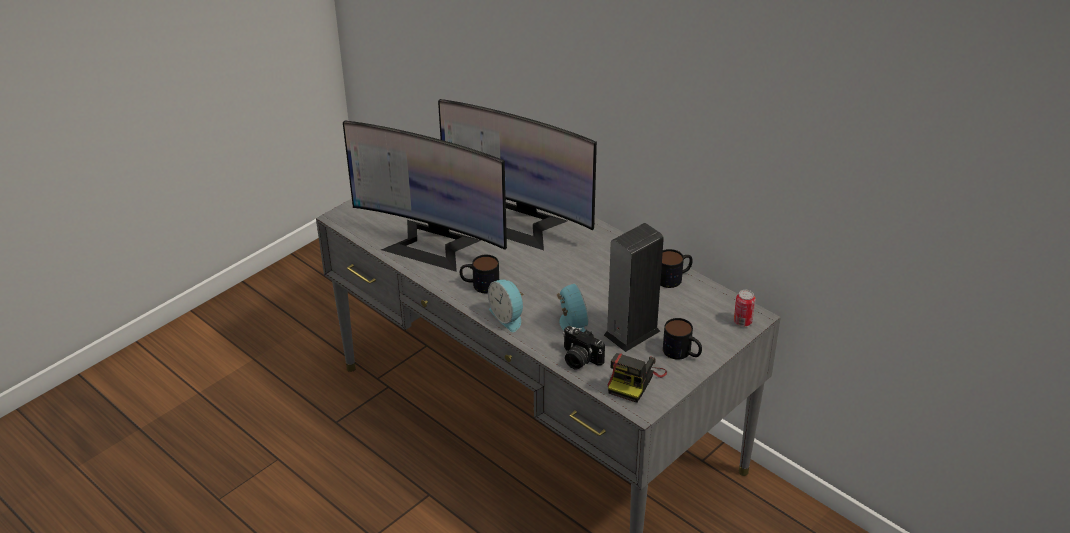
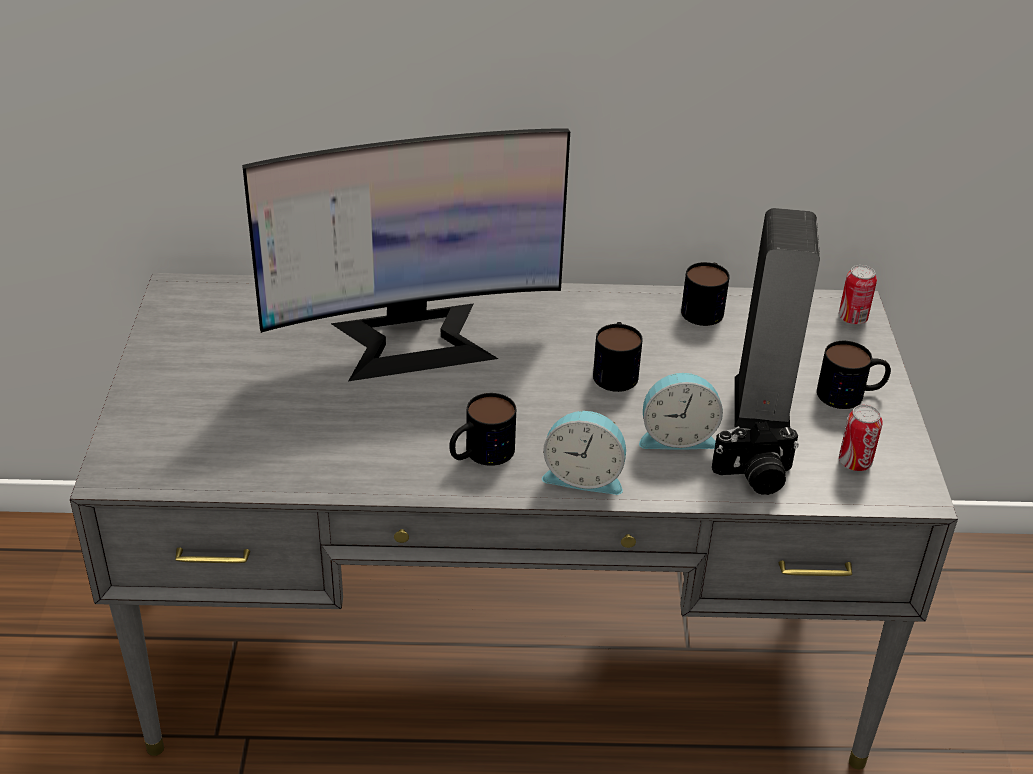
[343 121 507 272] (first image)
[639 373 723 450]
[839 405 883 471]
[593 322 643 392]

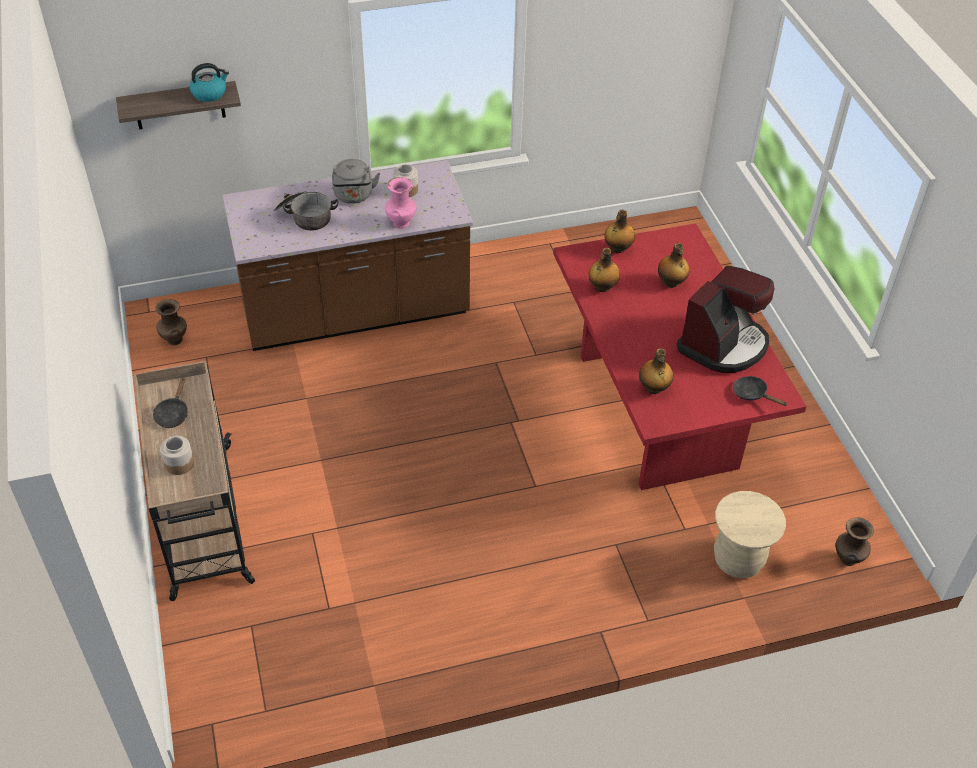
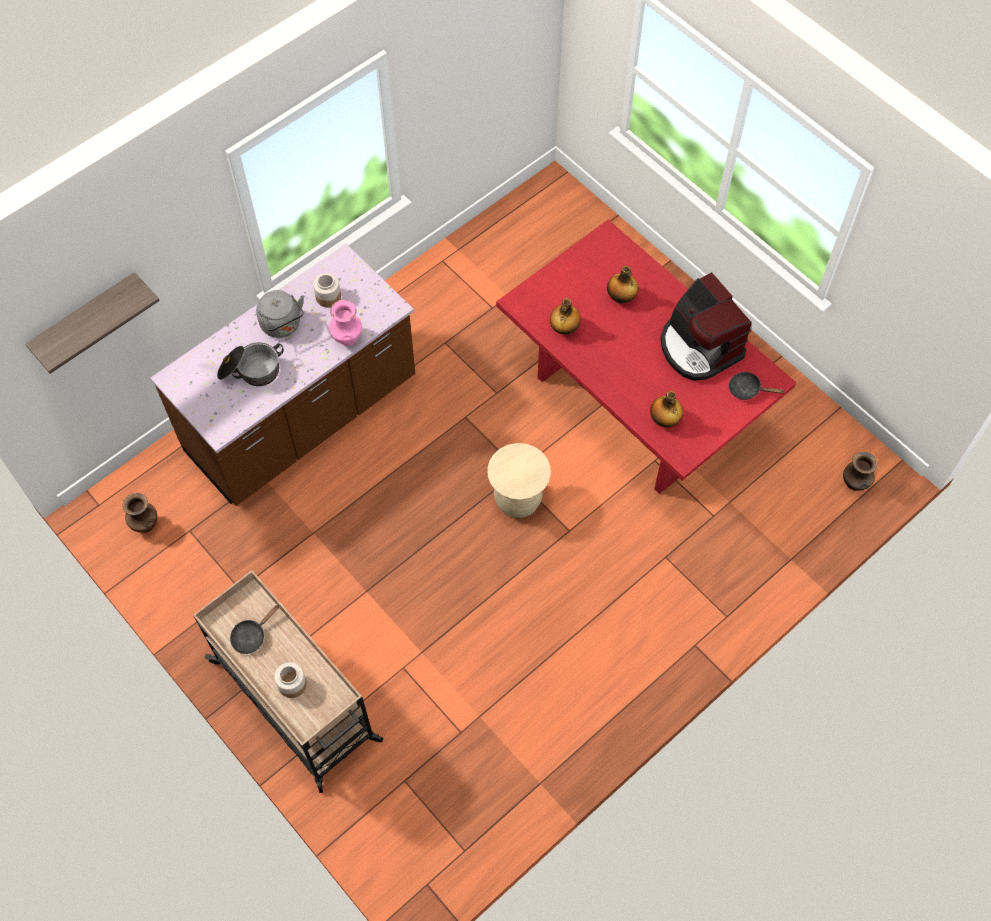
[190 63 229 102] (first image)
[604 209 635 253] (first image)
[660 272 752 381]
[230 605 279 654]
[487 443 551 518]

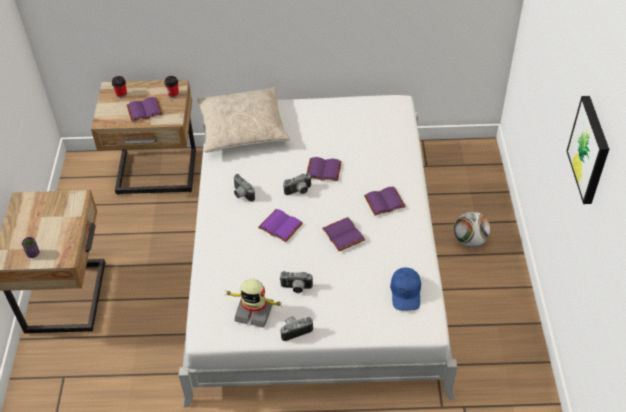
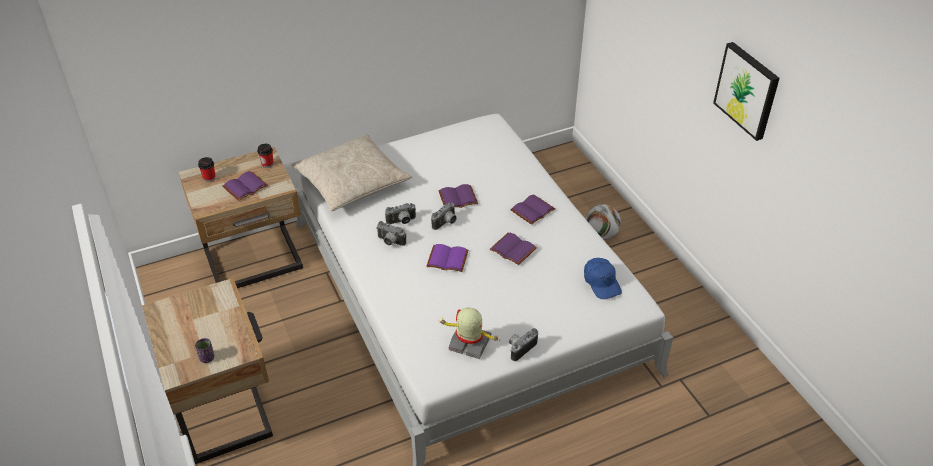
[385 203 416 224]
[438 308 501 359]

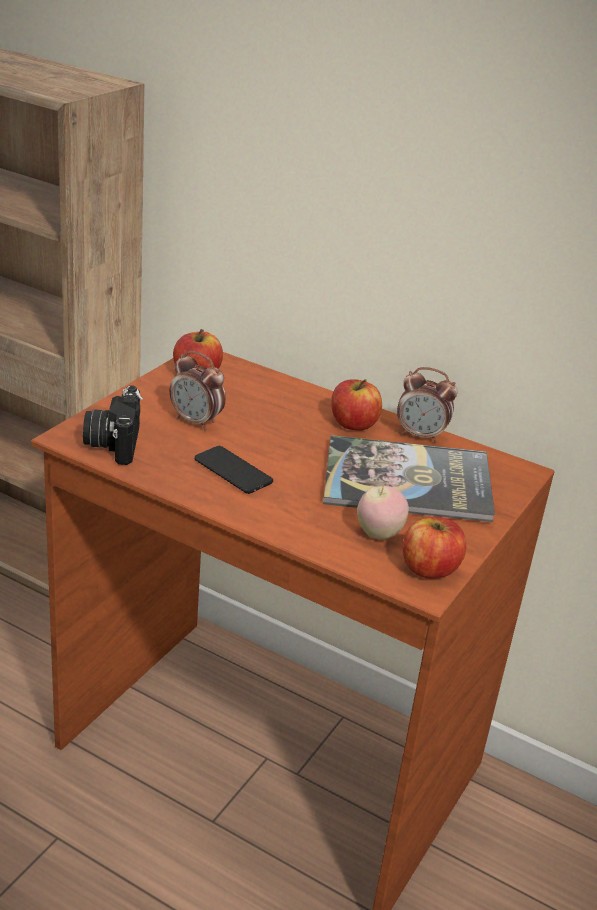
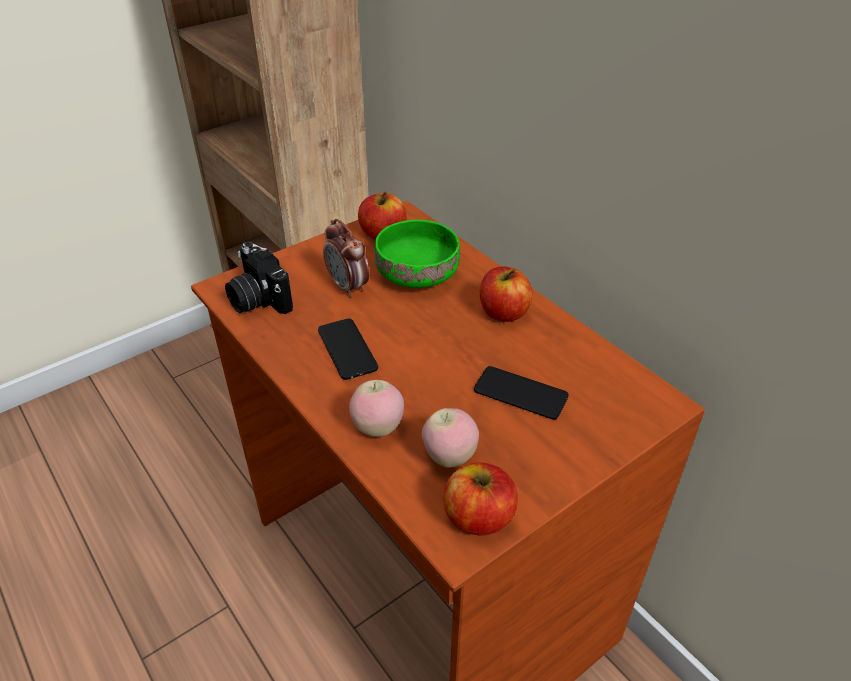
[397 367 458 443] (first image)
[225 241 293 314]
[474 366 569 420]
[374 219 460 288]
[349 380 404 437]

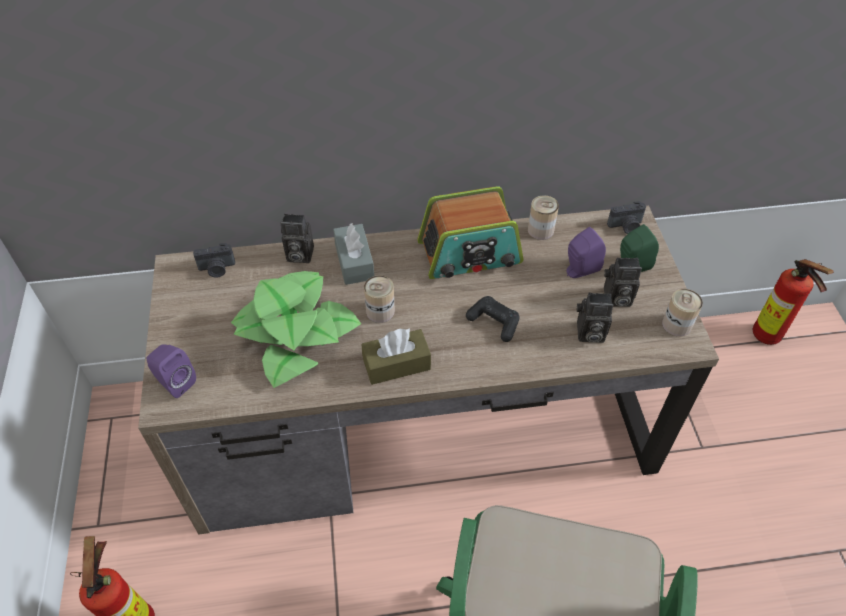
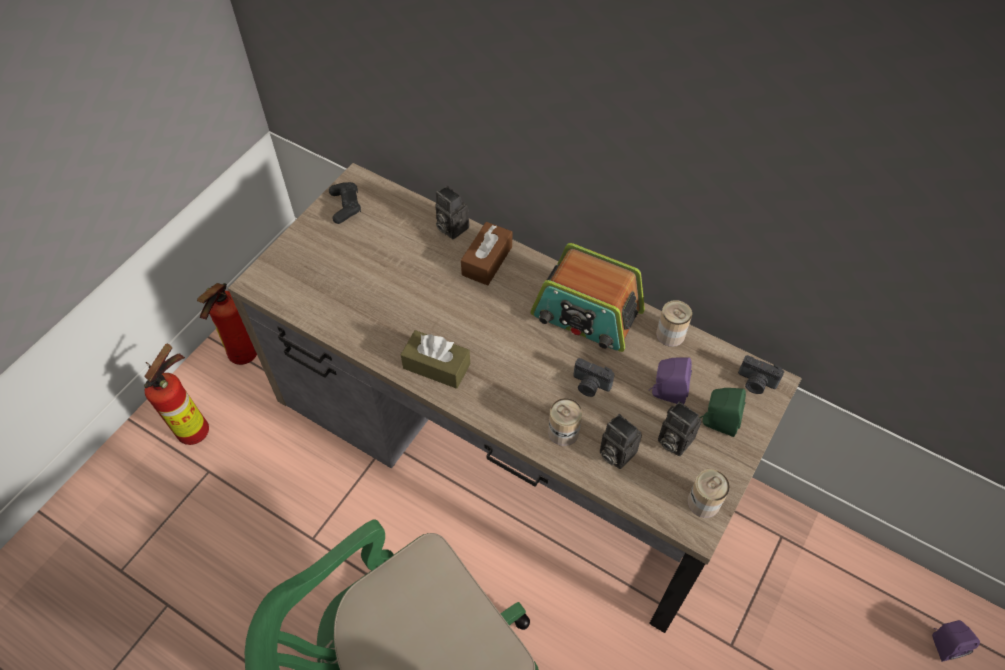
[461 222 512 286]
[573 358 615 397]
[197 283 257 365]
[231 271 361 388] (first image)
[548 398 582 446]
[329 182 361 224]
[932 620 980 662]

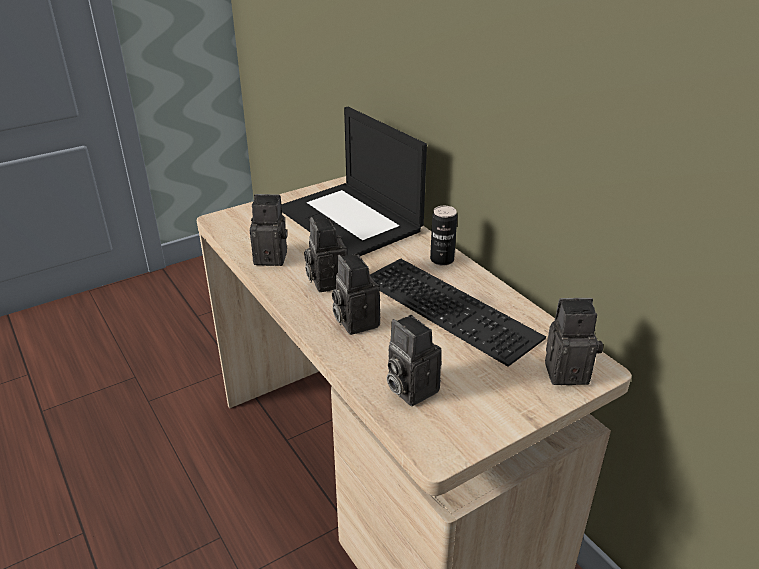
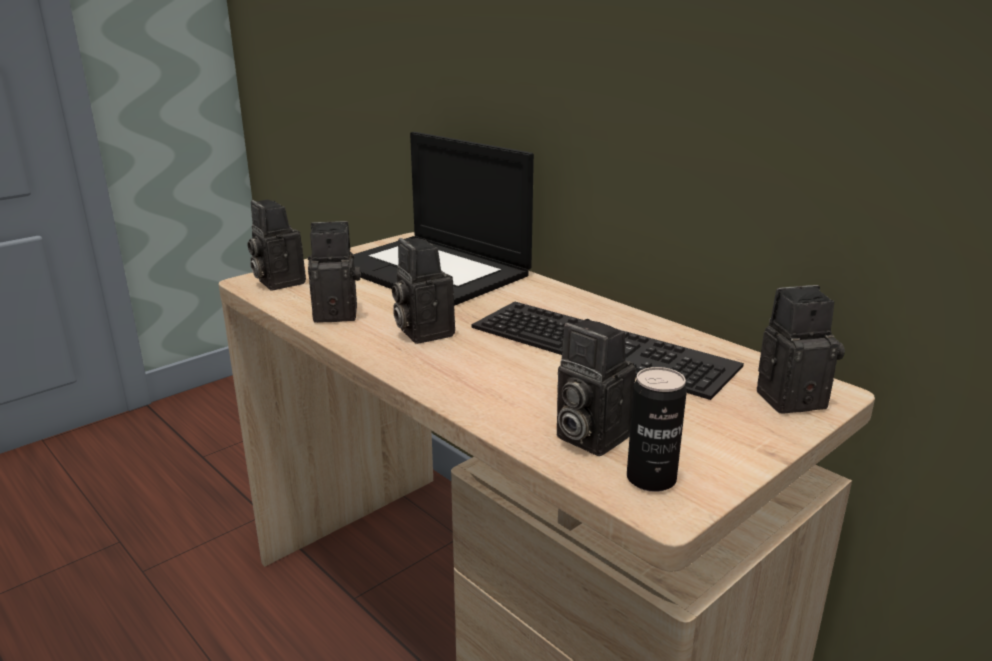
[627 367 687 492]
[248 200 306 290]

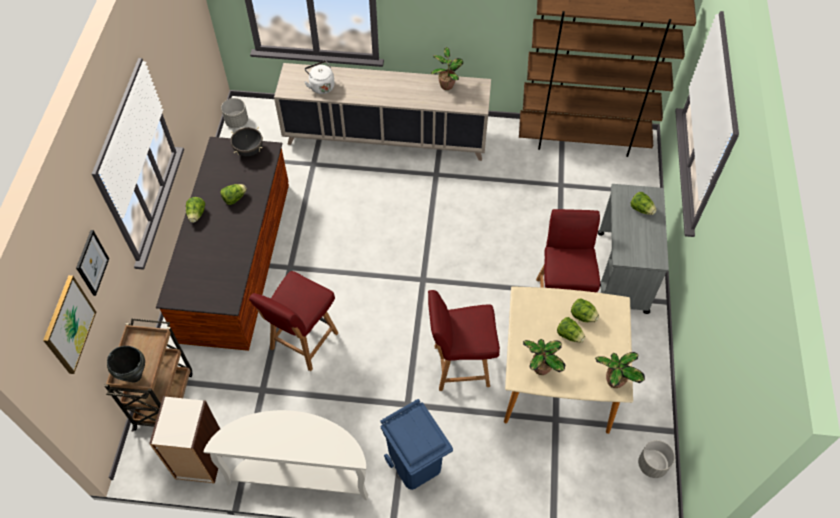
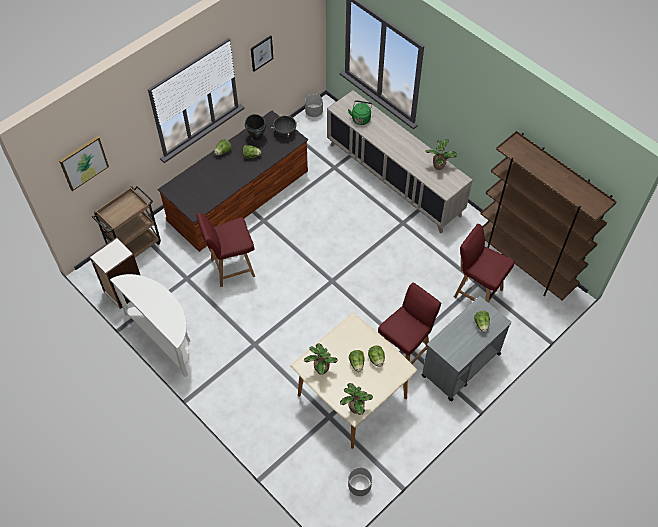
[348 100 372 125]
[251 35 273 72]
[454 224 515 303]
[245 114 266 140]
[380 399 453 490] (first image)

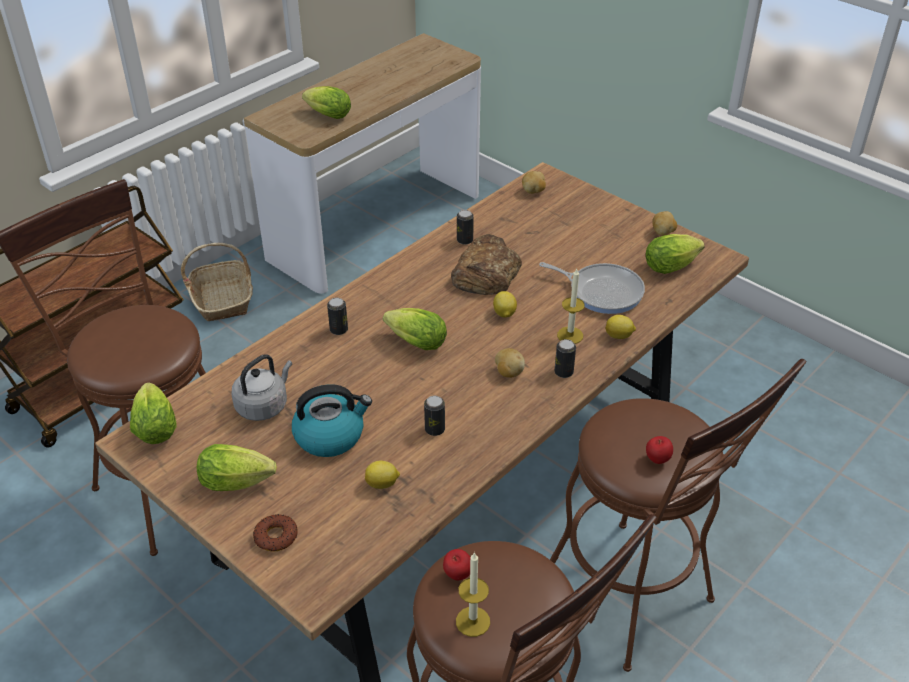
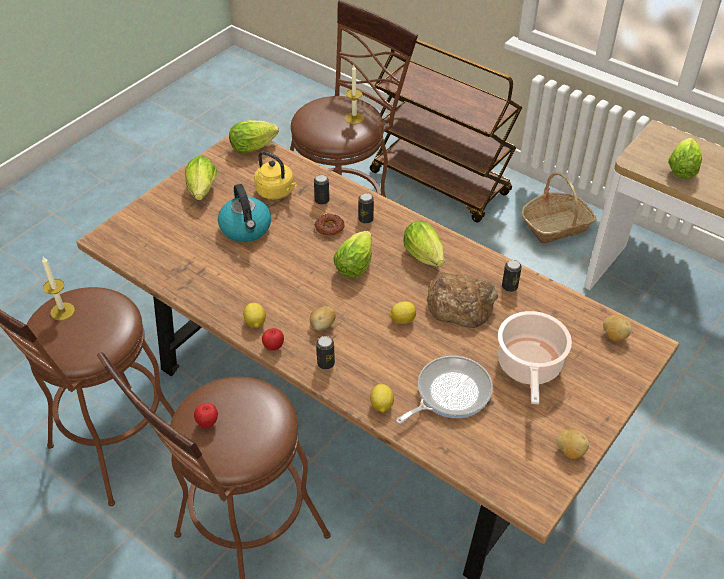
[403 221 444 267]
[396 356 493 424]
[345 66 364 124]
[254 151 297 199]
[314 174 329 205]
[243 303 266 328]
[315 214 345 236]
[262 328 284 351]
[498 311 572 404]

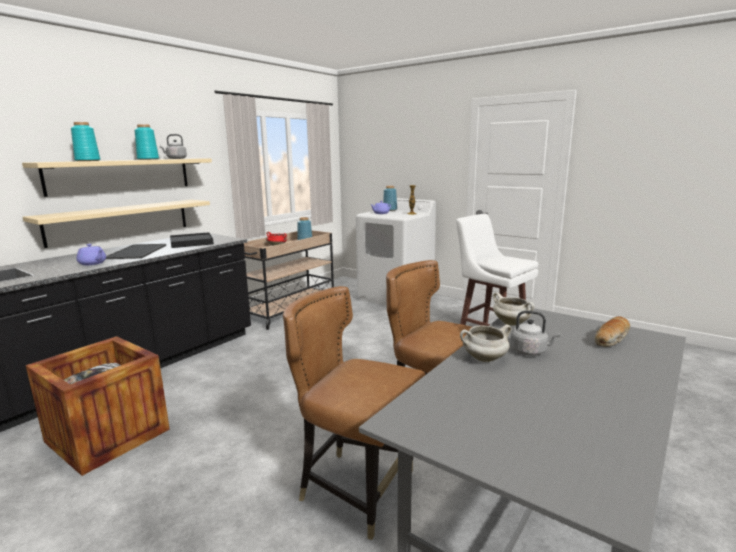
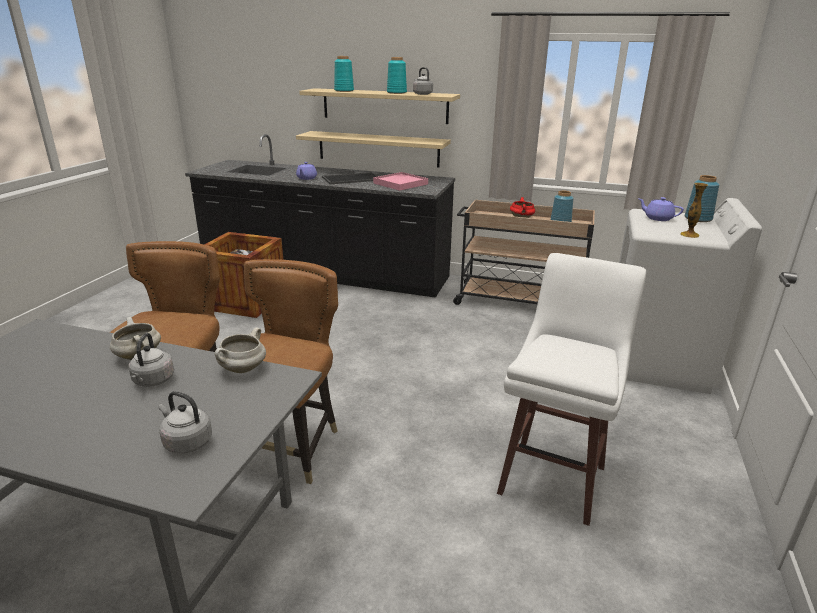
[373 172 428 191]
[158 391 212 454]

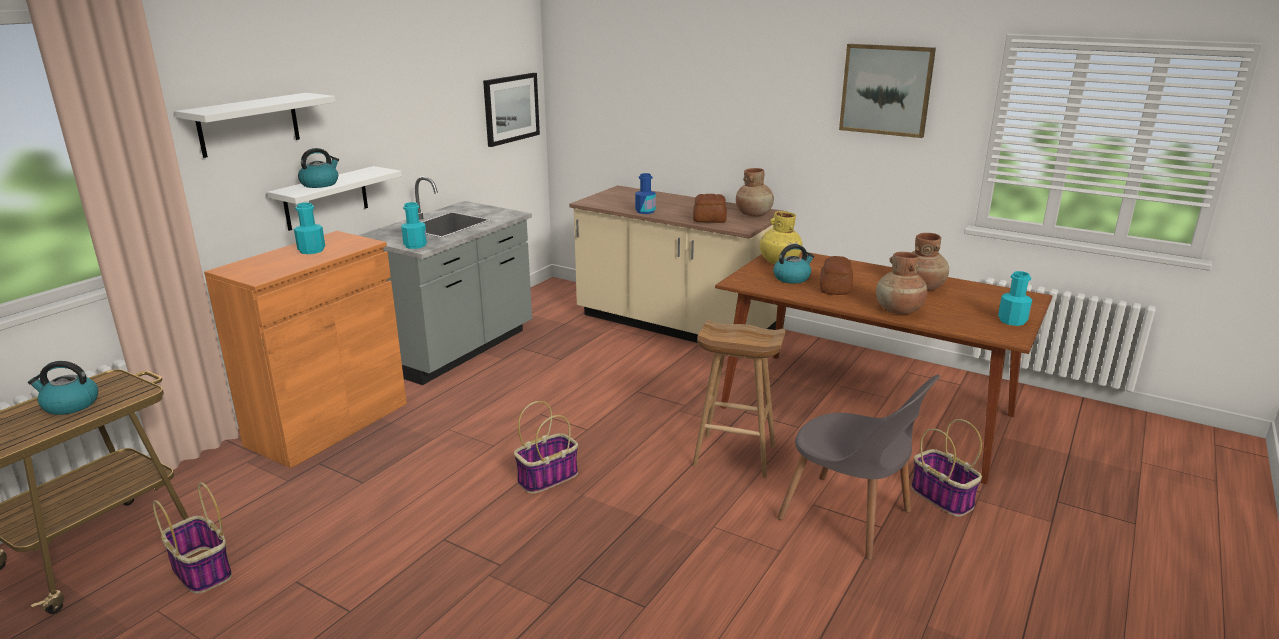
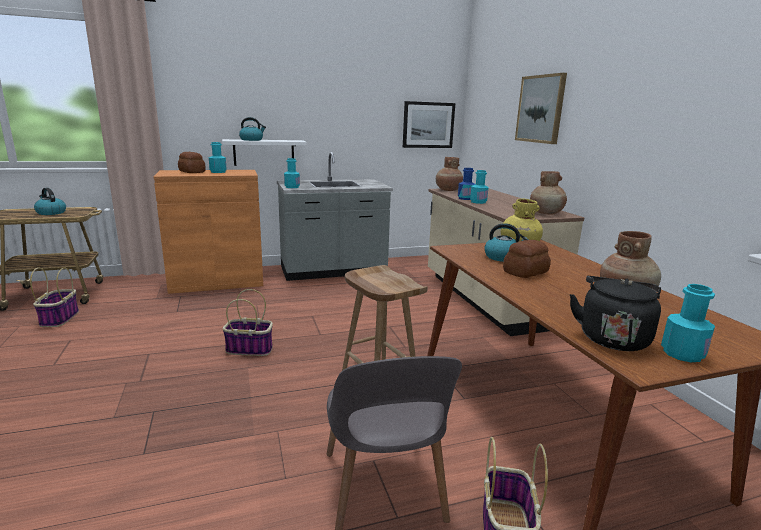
[515 73 567 144]
[175 93 336 158] (first image)
[178 152 206 173]
[436 157 463 191]
[470 170 489 204]
[570 276 661 351]

